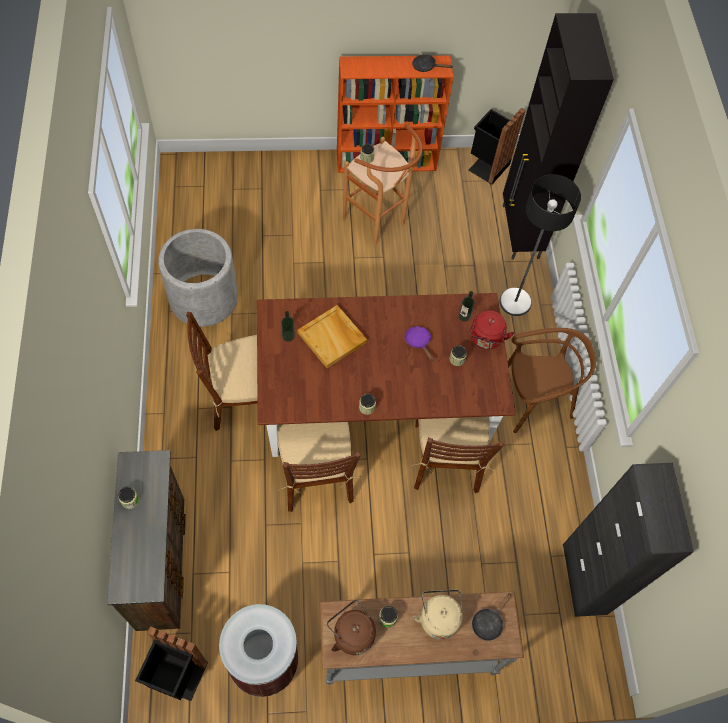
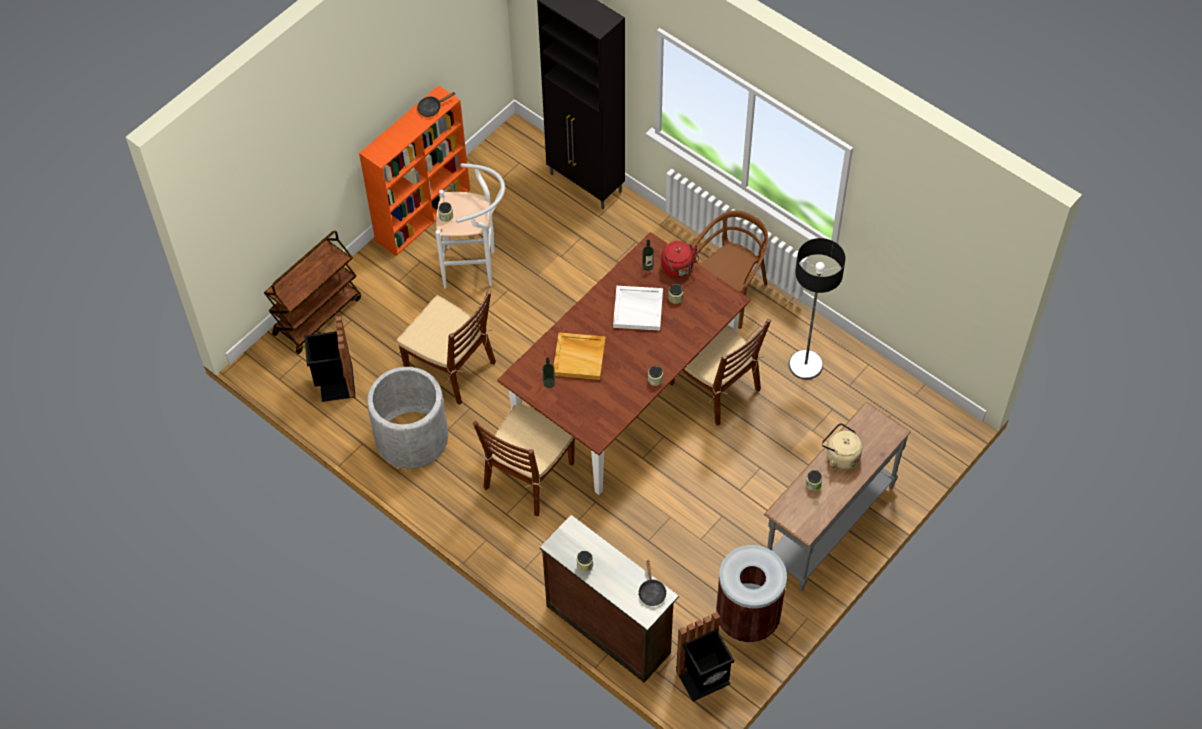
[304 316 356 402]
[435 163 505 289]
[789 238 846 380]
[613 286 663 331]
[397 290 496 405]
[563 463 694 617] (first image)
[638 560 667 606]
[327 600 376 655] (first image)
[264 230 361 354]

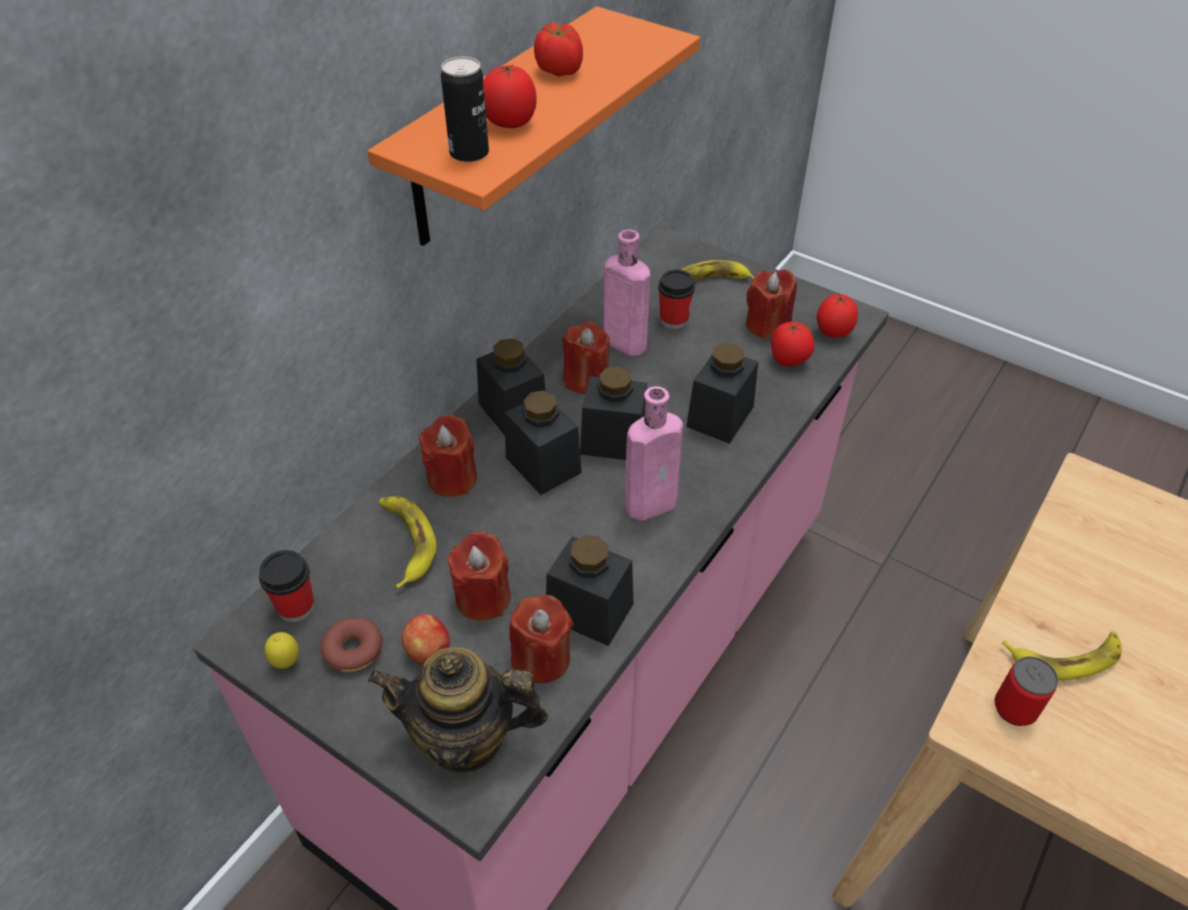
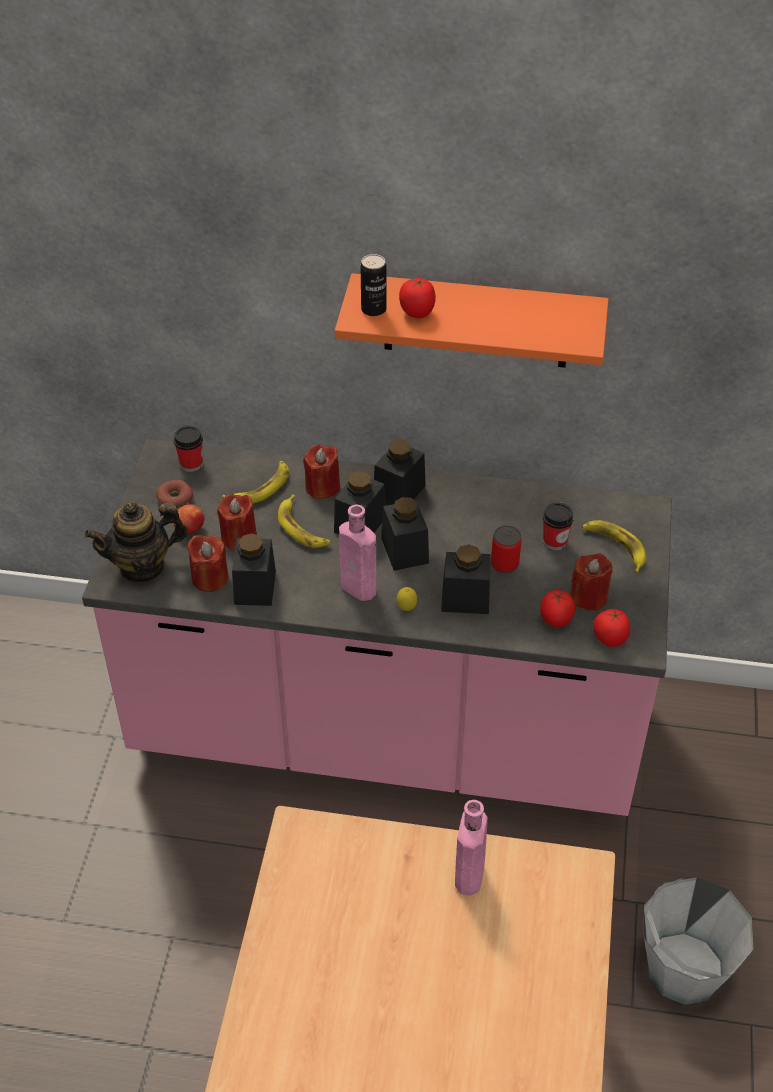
[534 23 583 77] (first image)
[455 800 488 896]
[562 321 610 394] (first image)
[278 494 330 548]
[397 587 417 611]
[85 502 188 583]
[491 525 521 573]
[644 877 753 1005]

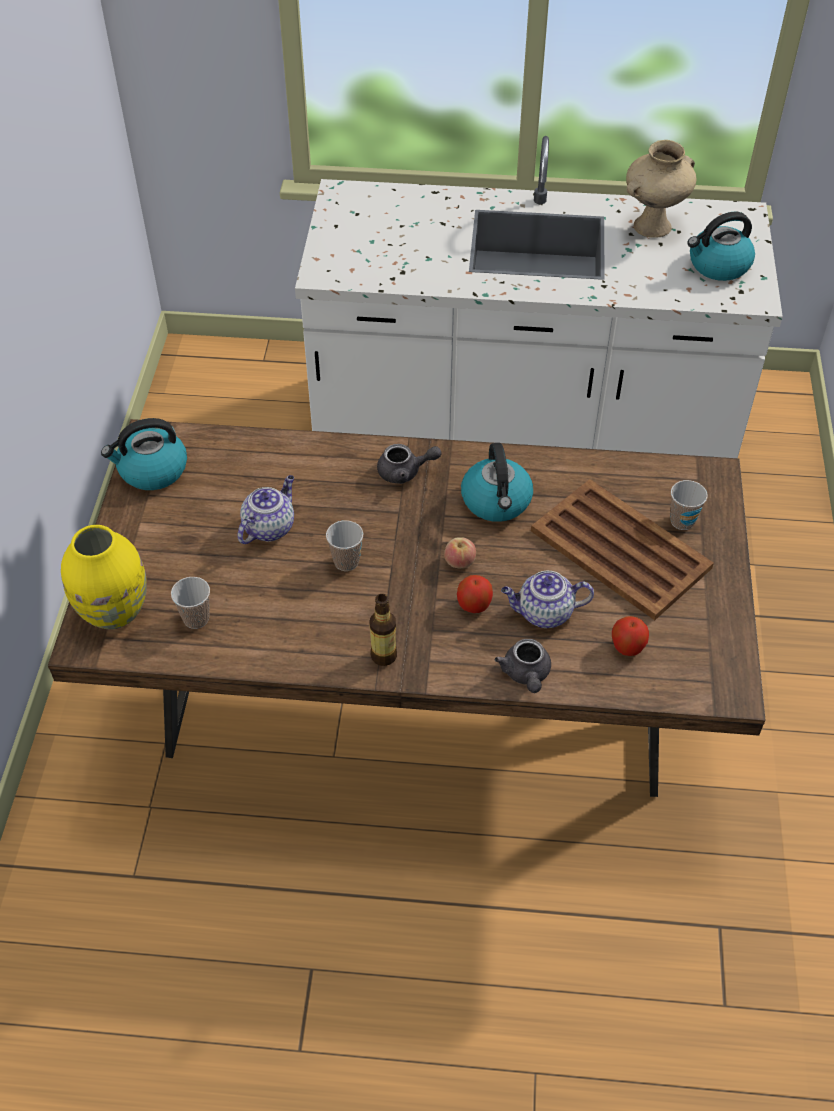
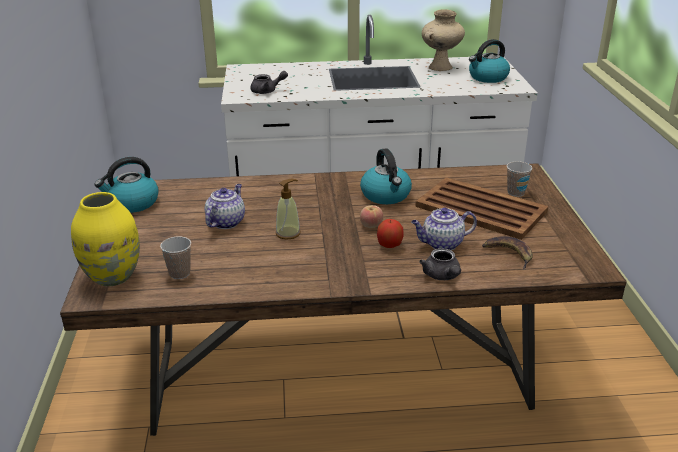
[250 71 288 94]
[276 179 300 239]
[369 594 397 666] (first image)
[482 236 533 270]

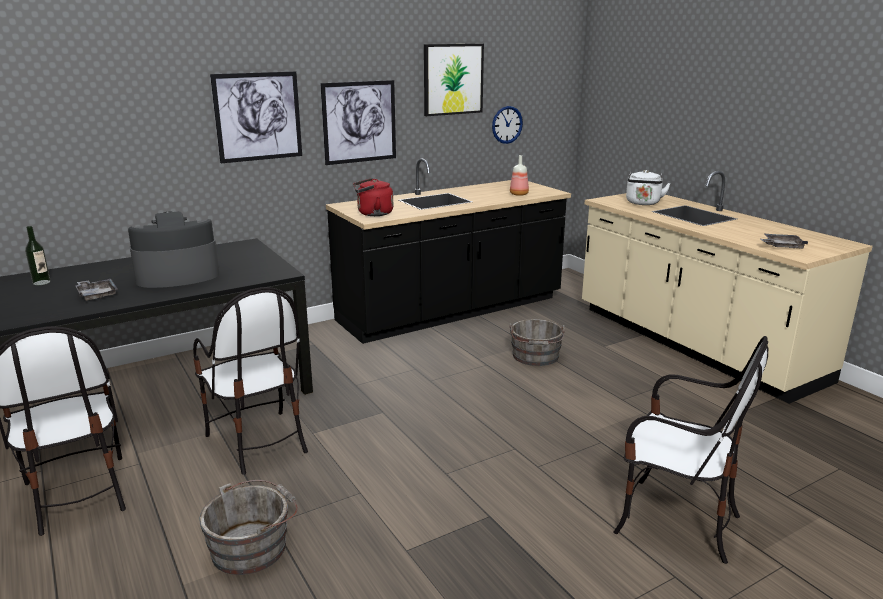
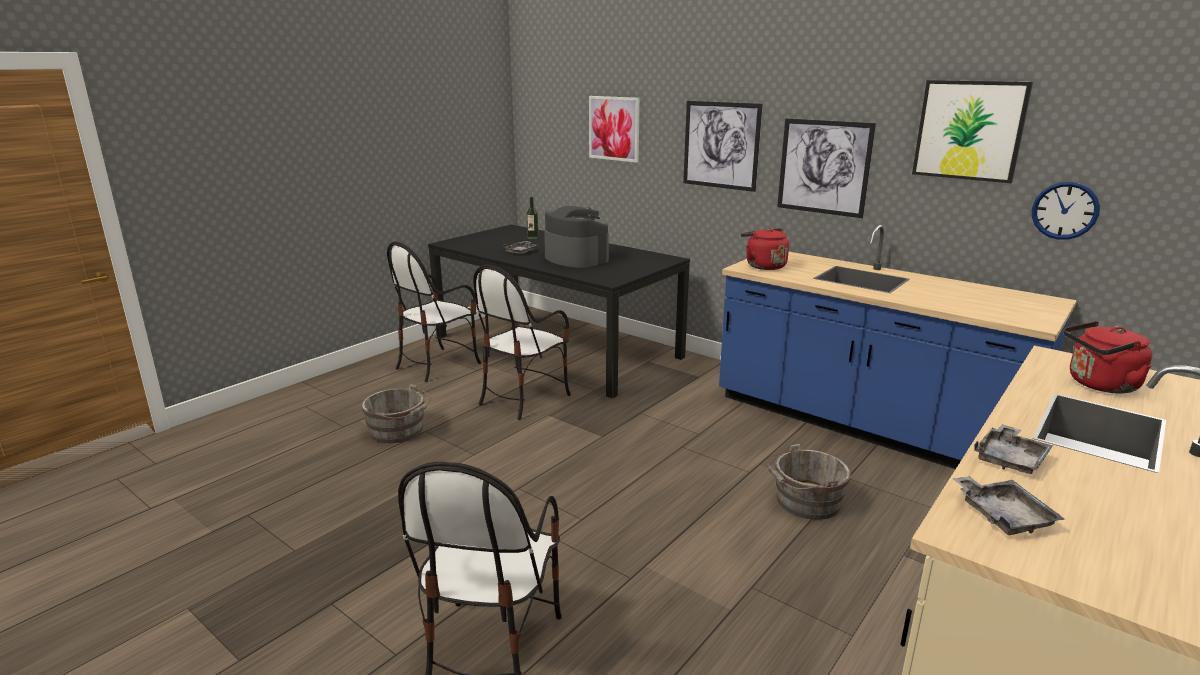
[510 155 529 196] (first image)
[719 225 1077 469]
[1064 321 1152 394]
[589 96 640 163]
[974 424 1053 474]

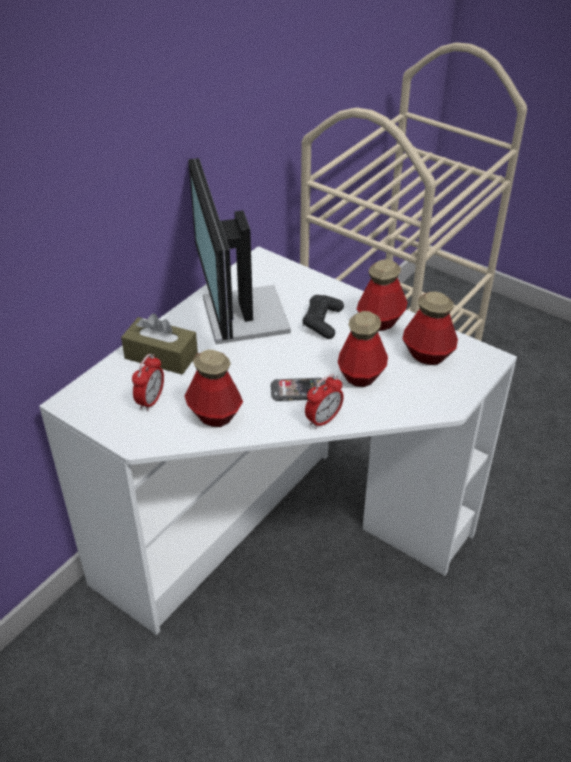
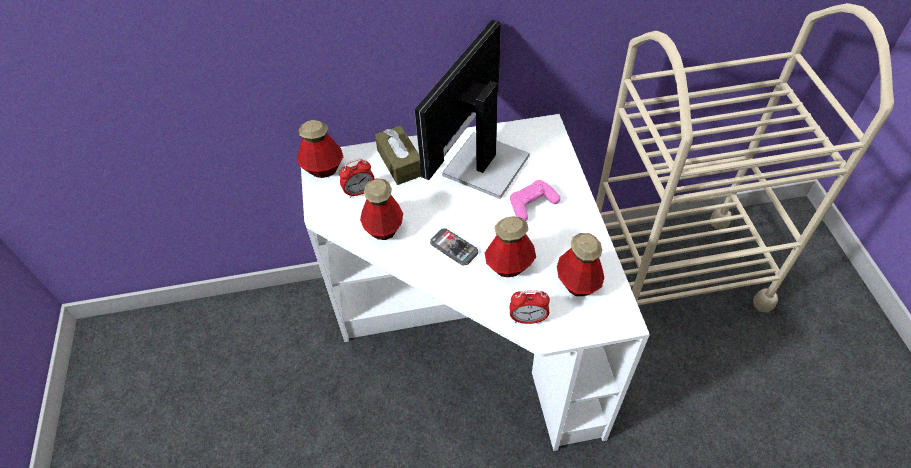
[297 120 343 178]
[510 180 560 221]
[510 290 550 324]

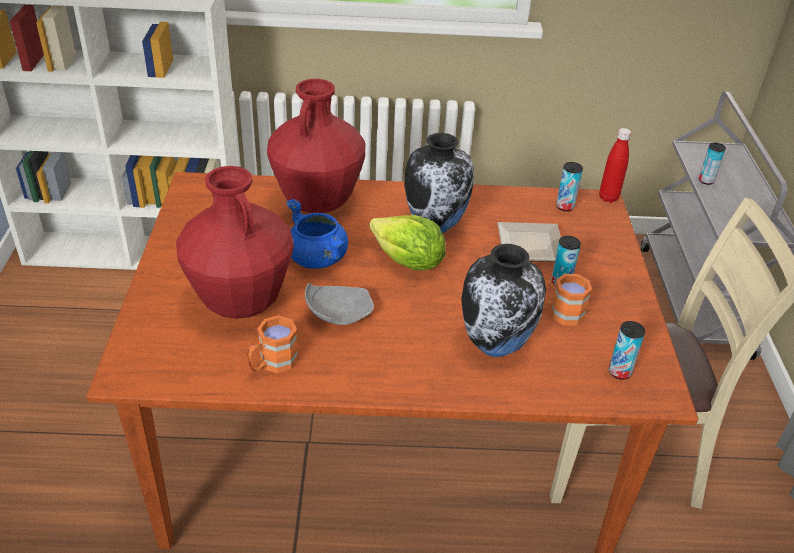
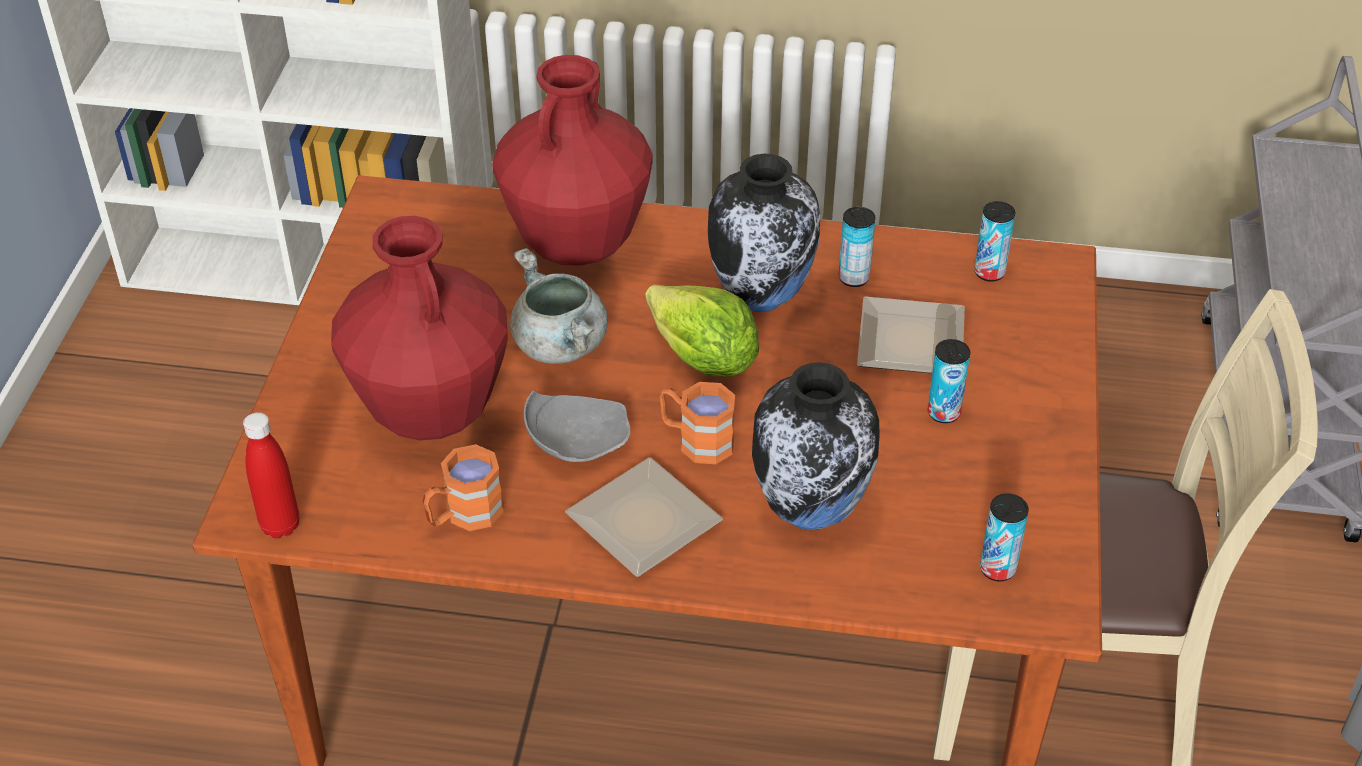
[243 412 299 538]
[838 207 875 287]
[510 248 608 364]
[659 382 735 464]
[565 457 723 577]

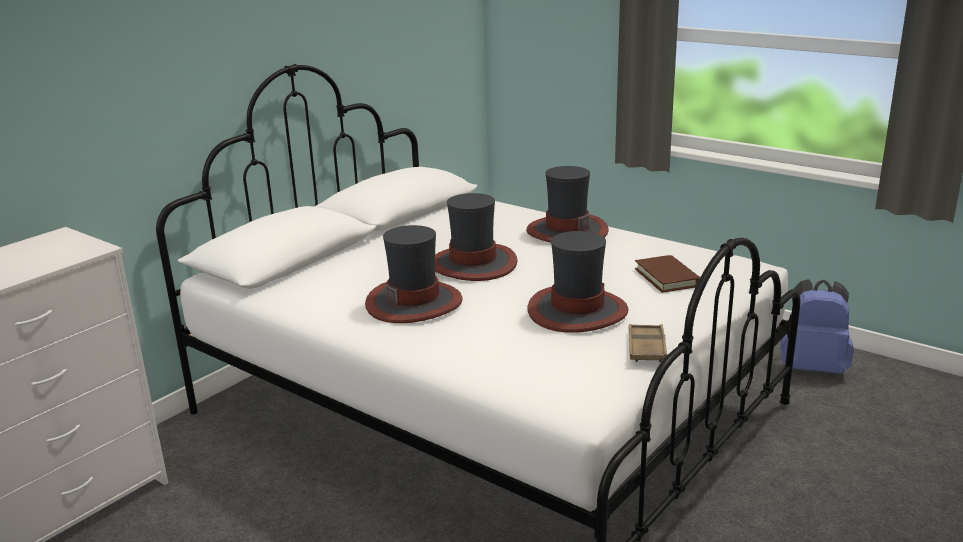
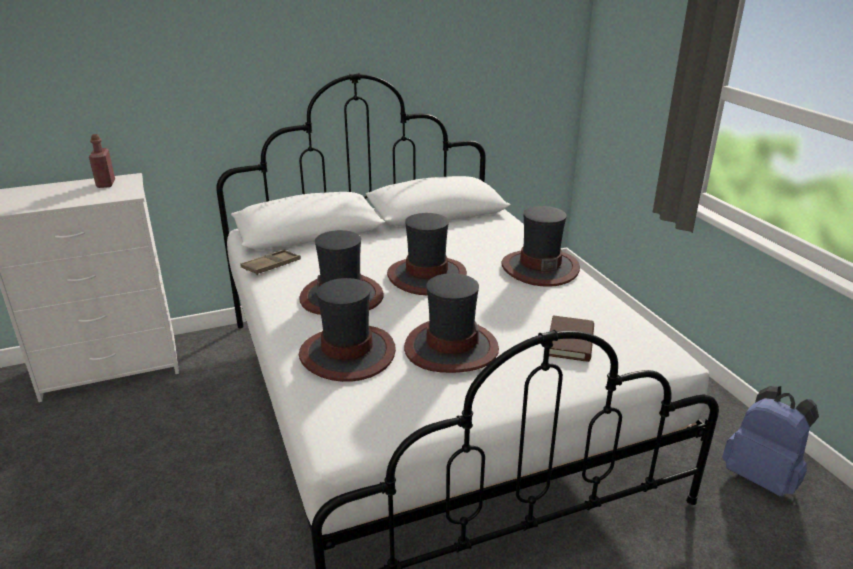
[240 249 301 275]
[89 134 115 188]
[299 278 396 382]

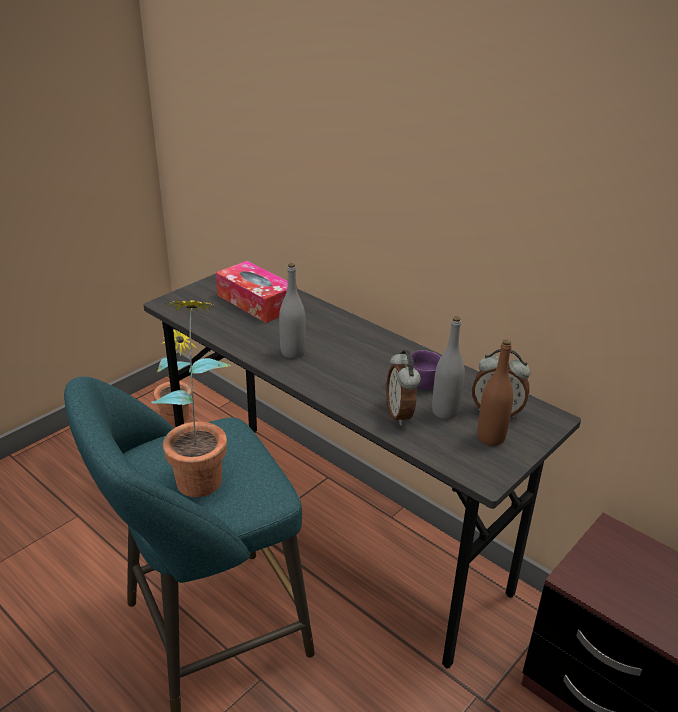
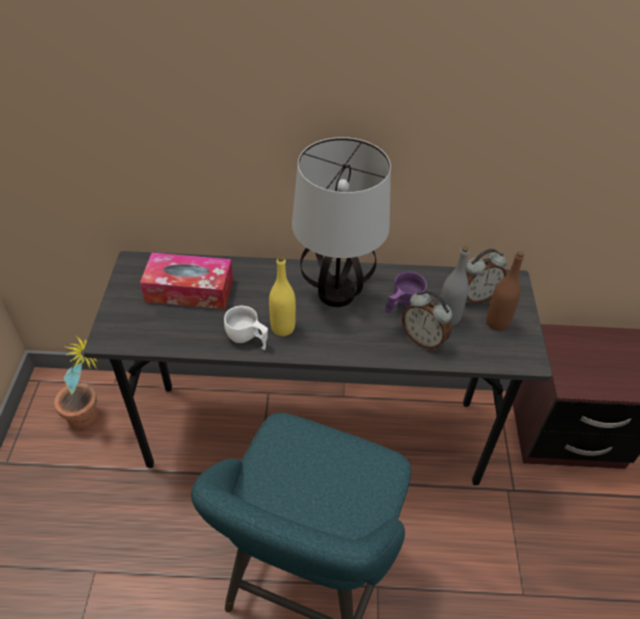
[269 255 296 336]
[151 301 231 497] (first image)
[292 137 391 307]
[224 306 268 350]

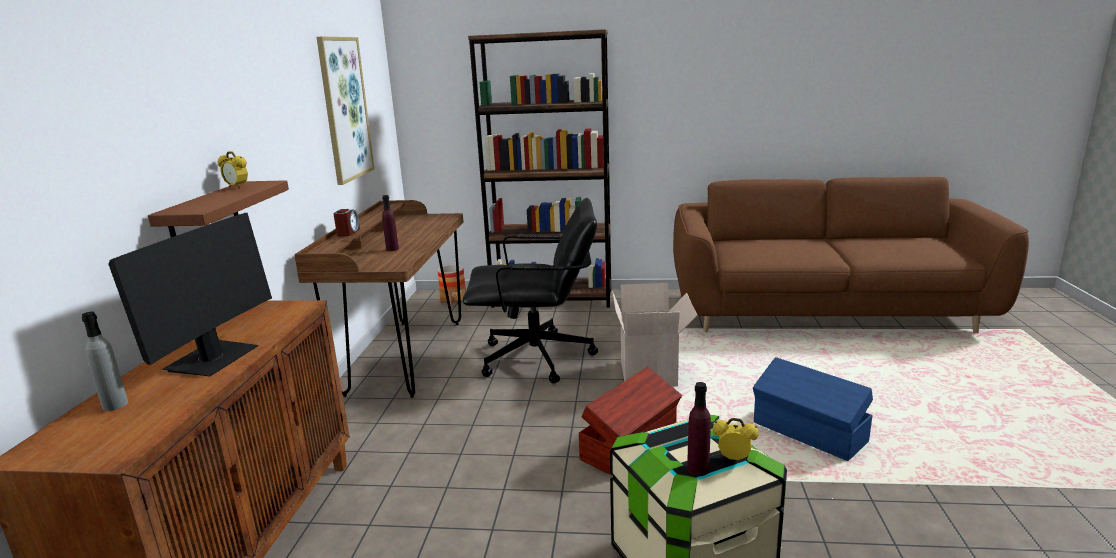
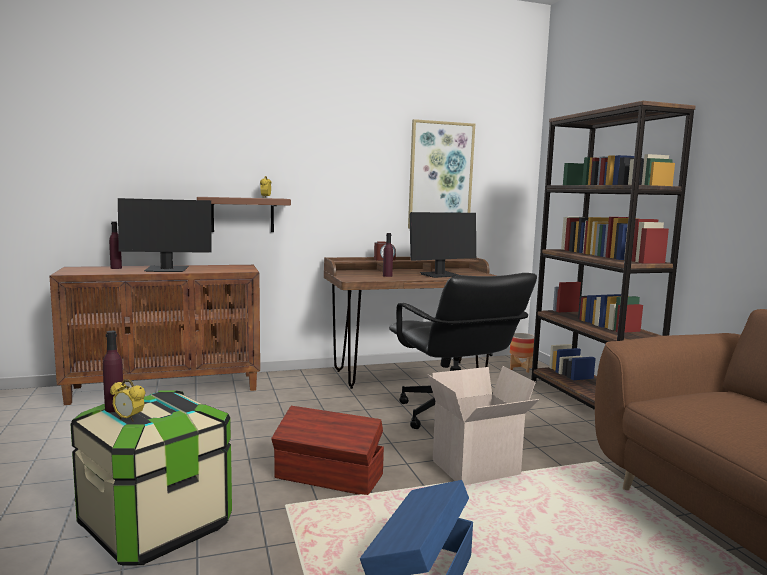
[109 221 122 269]
[110 379 146 422]
[410 212 476 278]

